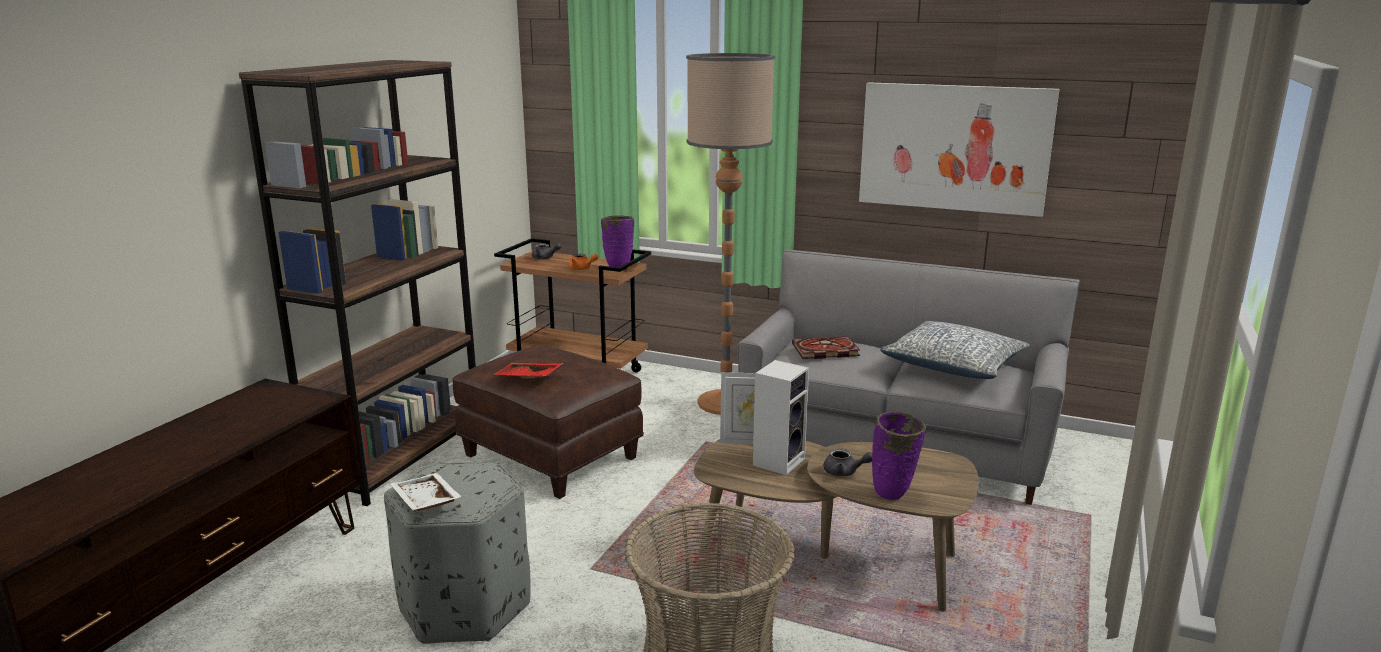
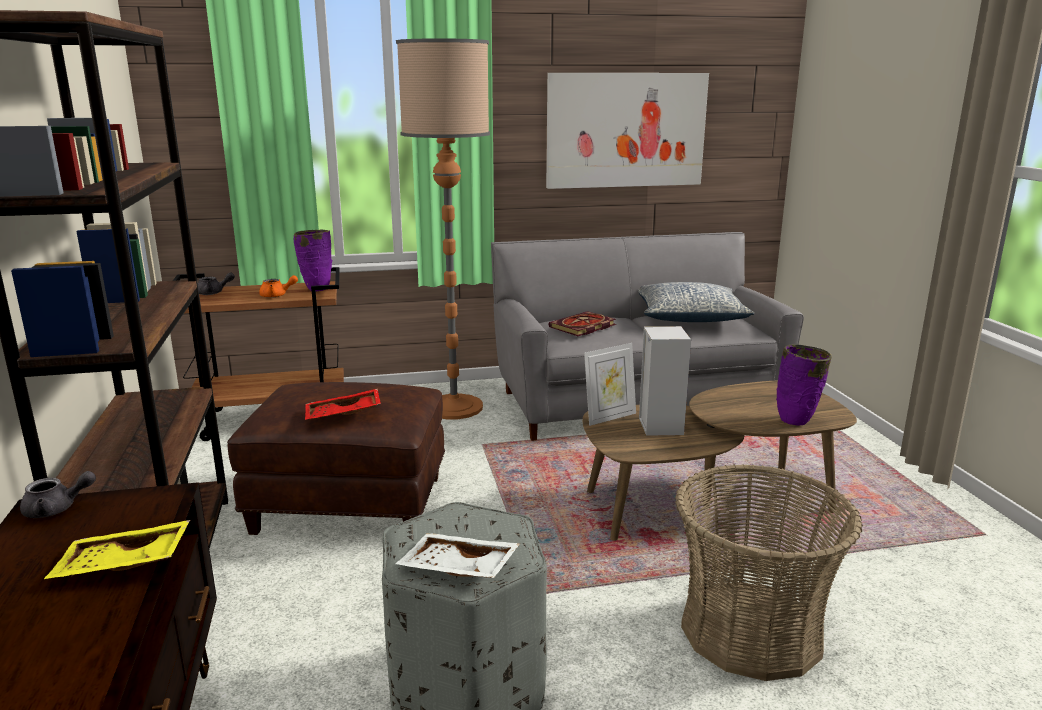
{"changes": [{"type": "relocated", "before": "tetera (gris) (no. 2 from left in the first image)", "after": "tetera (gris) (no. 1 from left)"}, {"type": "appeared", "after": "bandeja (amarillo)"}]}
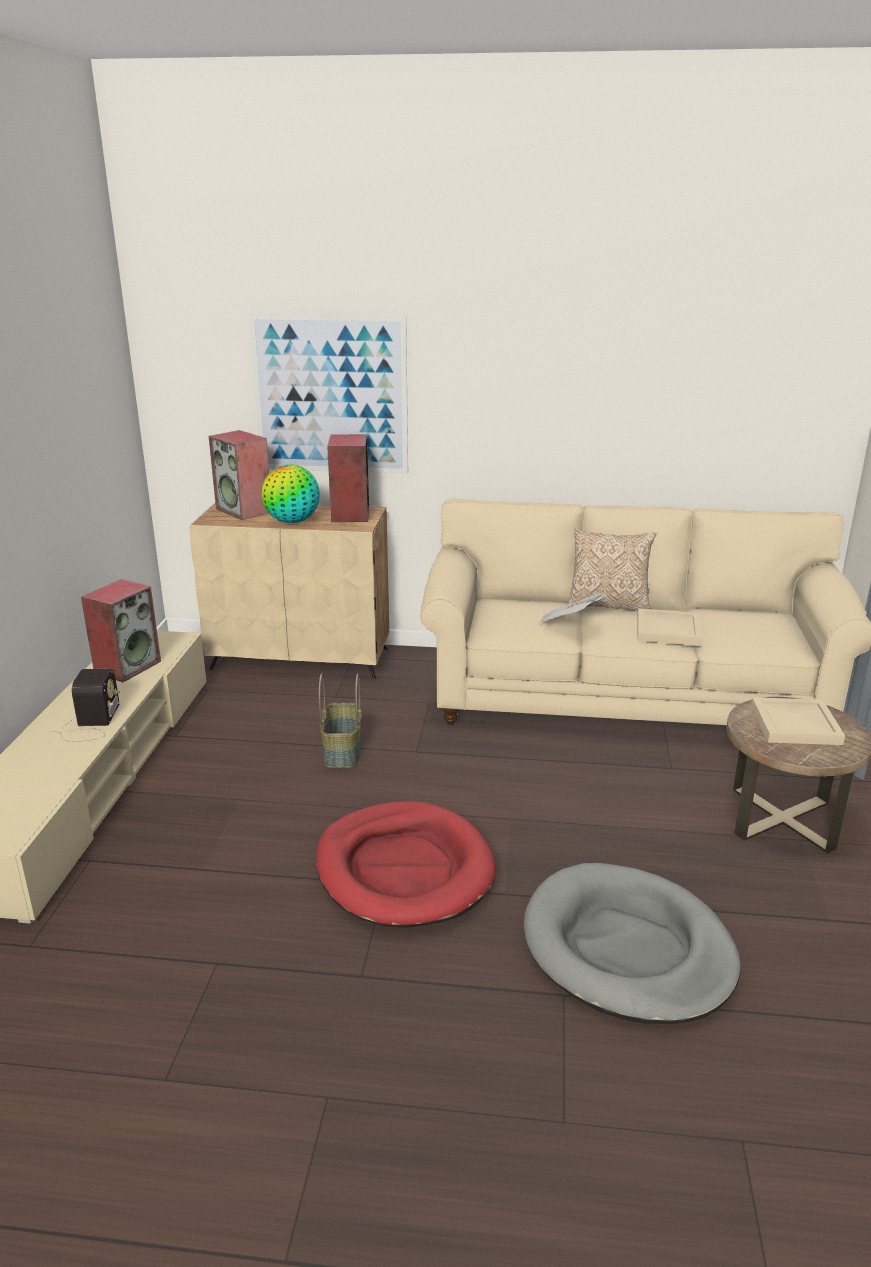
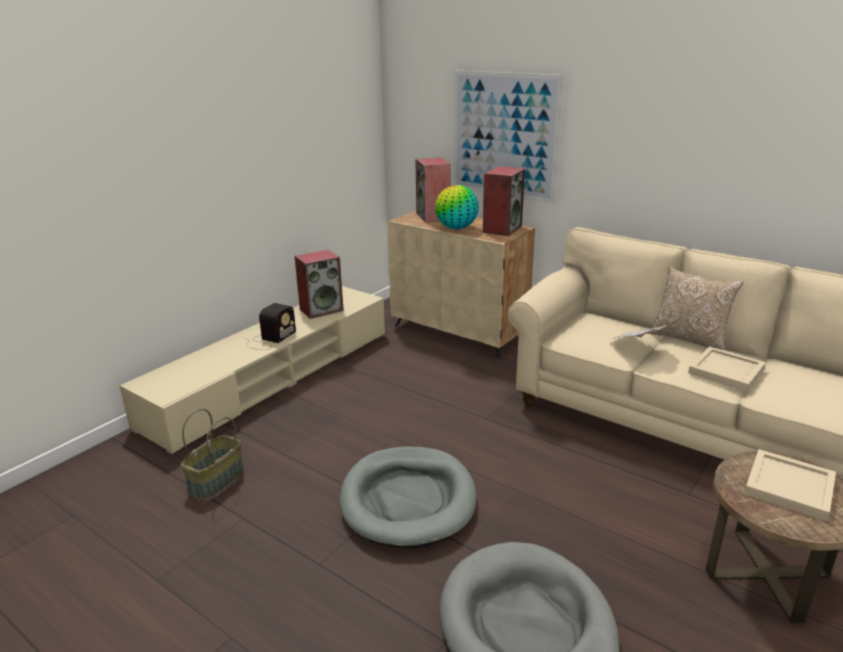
{"changes": [{"type": "relocated", "before": "cesta"}, {"type": "colour", "before": "cama para perro (rojo)", "after": "cama para perro (gris) (no. 1 from left)"}]}
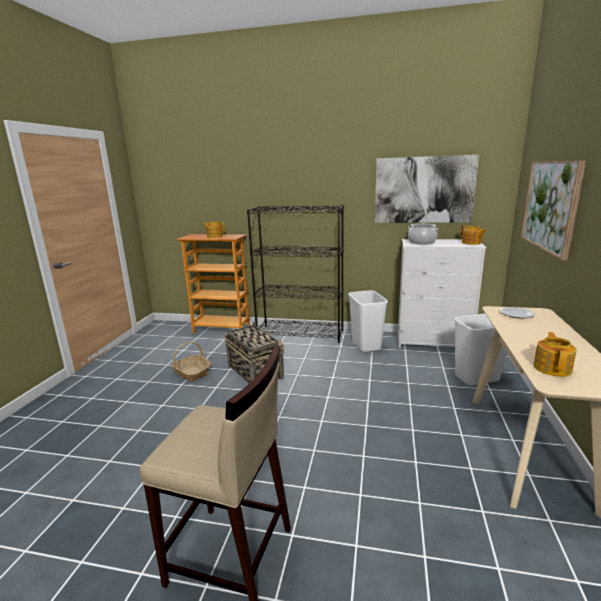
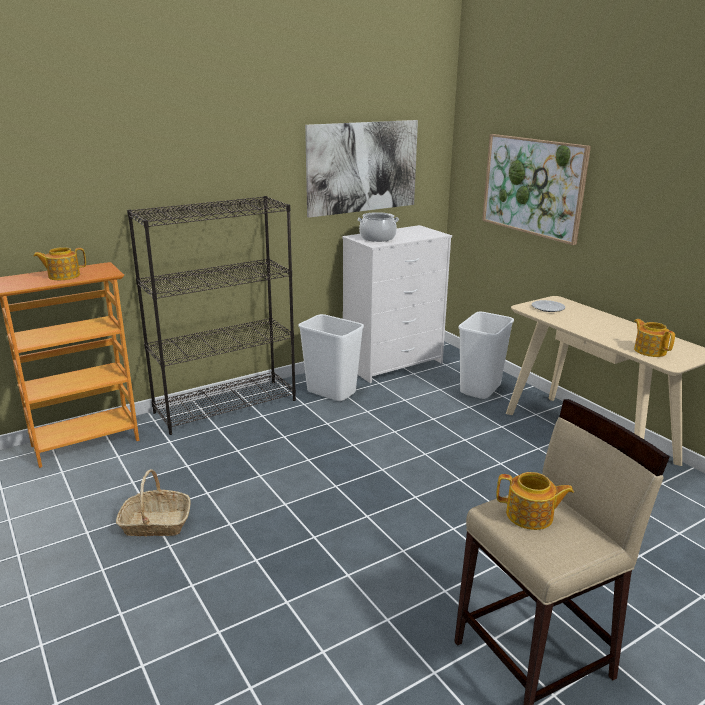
{"changes": [{"type": "relocated", "before": "tetera (no. 2 from left)"}, {"type": "missing", "before": "cesta (no. 2 from left)"}]}
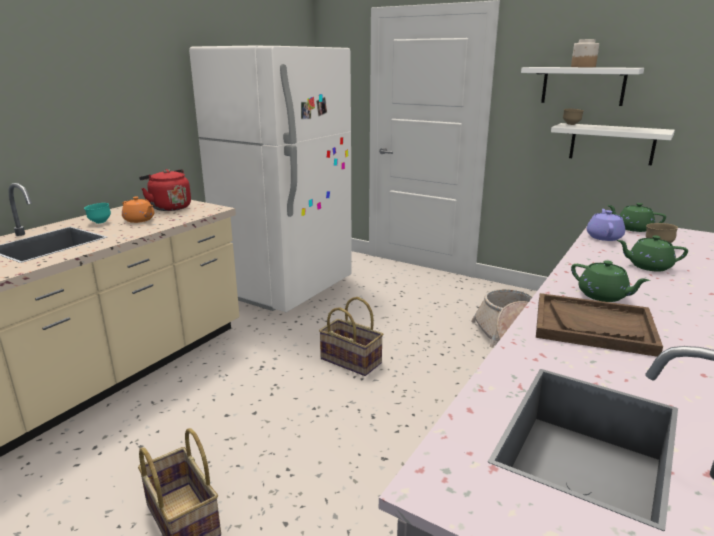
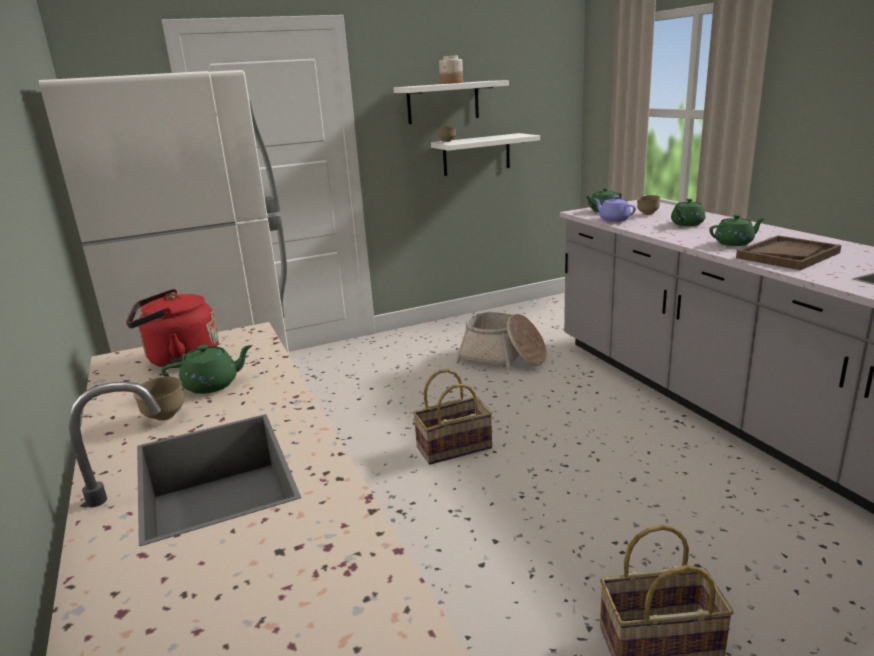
{"changes": [{"type": "colour", "before": "tetera (naranja)", "after": "tetera (verde) (no. 1 from left)"}, {"type": "colour", "before": "cuenco (turquesa)", "after": "cuenco (marrón) (no. 1 from left)"}]}
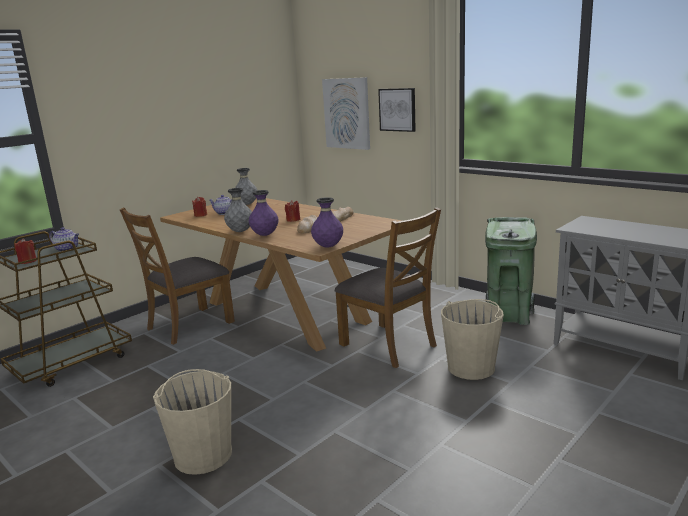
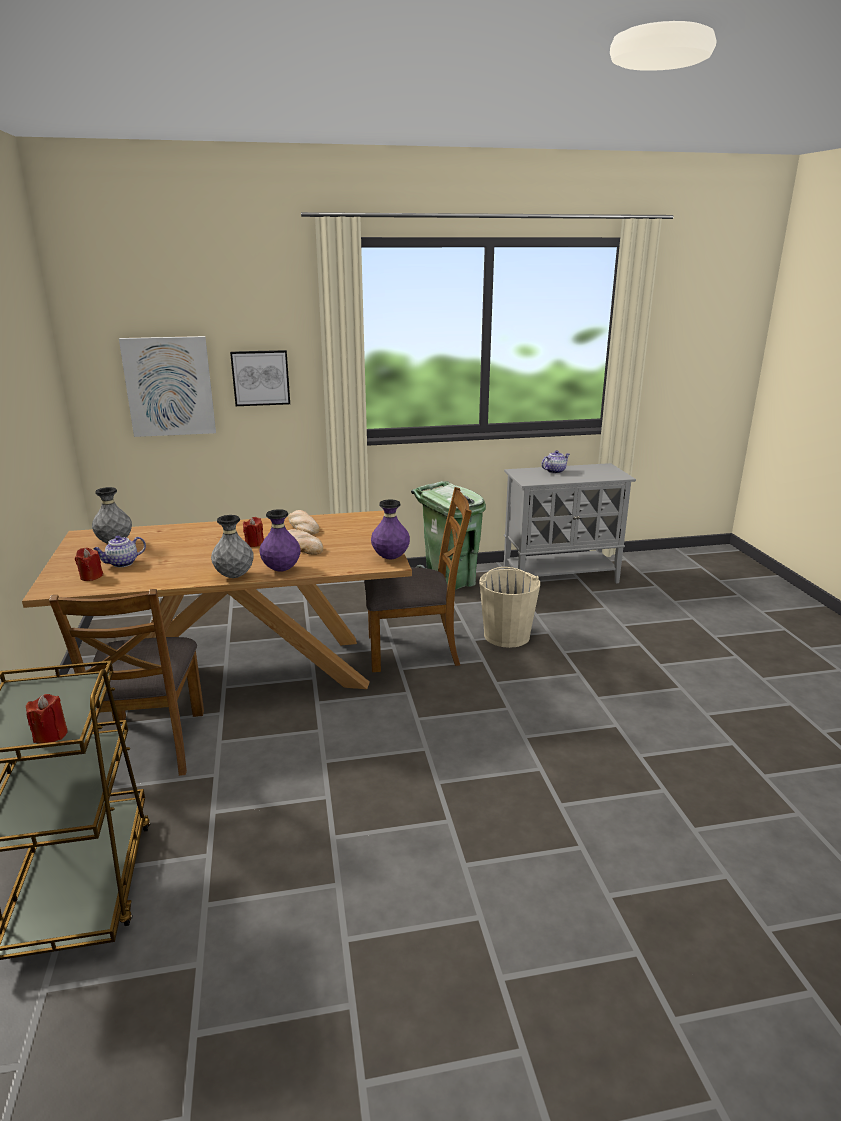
{"changes": [{"type": "relocated", "before": "tetera (no. 1 from left in the first image)", "after": "tetera (no. 2 from left)"}, {"type": "missing", "before": "cubo (beis) (no. 1 from left)"}]}
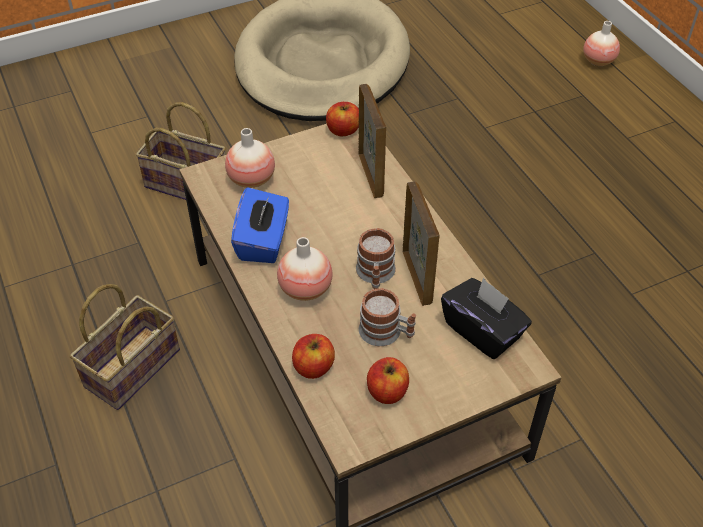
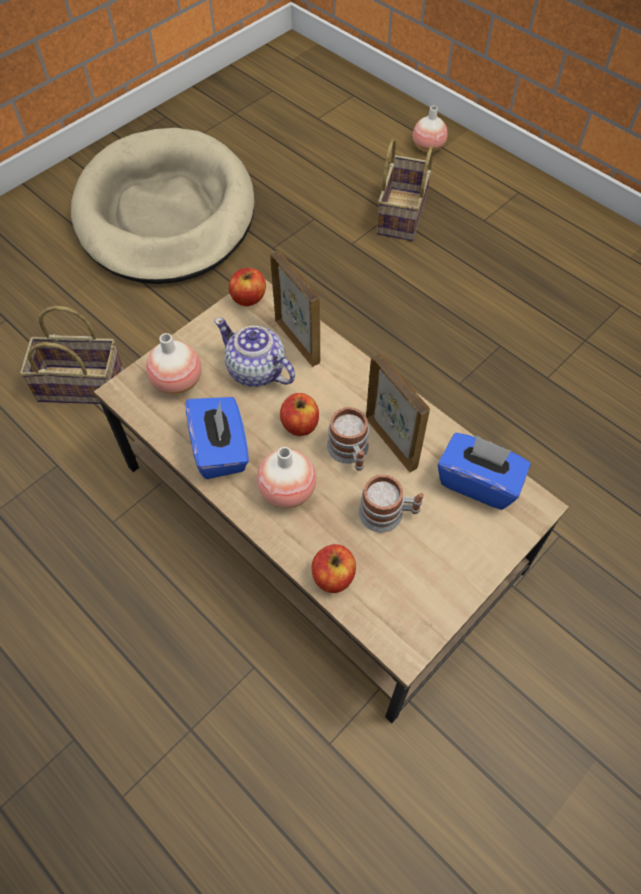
{"changes": [{"type": "colour", "before": "caja de pañuelos (negro)", "after": "caja de pañuelos (azul) (no. 2 from left)"}, {"type": "relocated", "before": "cesta (no. 1 from left in the first image)", "after": "cesta (no. 2 from left)"}, {"type": "relocated", "before": "manzana (no. 3 from left in the first image)", "after": "manzana (no. 2 from left)"}, {"type": "appeared", "after": "tetera"}]}
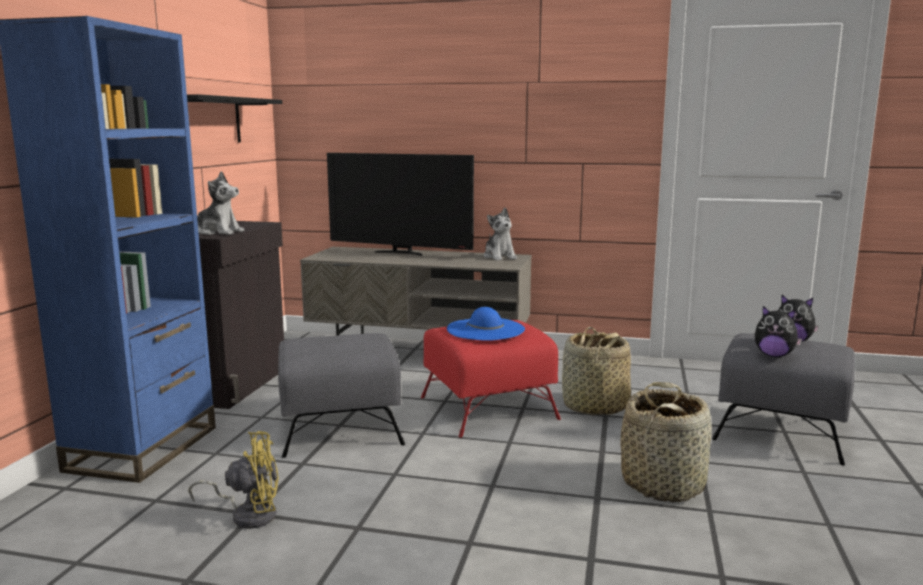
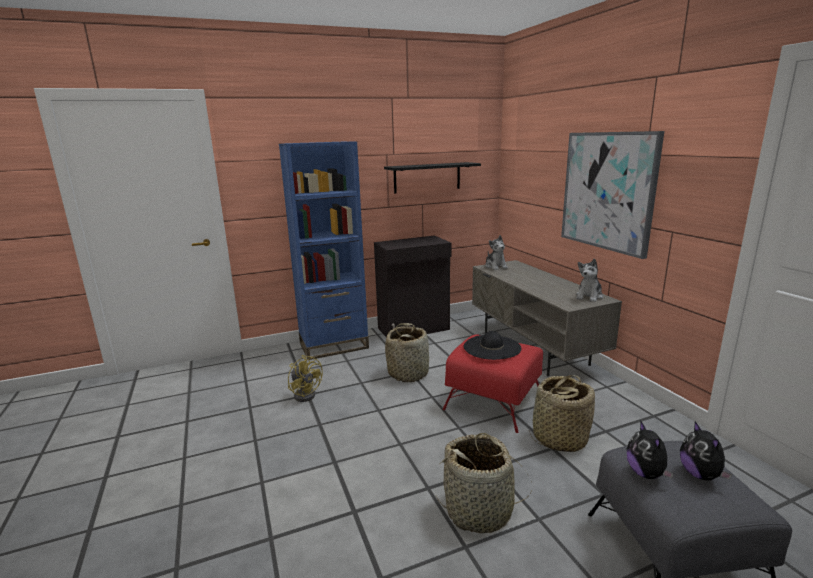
{"changes": [{"type": "missing", "before": "televisor"}, {"type": "relocated", "before": "peluche (no. 1 from left)"}, {"type": "colour", "before": "sombrero (azul)", "after": "sombrero (negro)"}, {"type": "exchanged", "before": "puf (gris) (no. 1 from left)", "after": "cesta (no. 1 from left)"}, {"type": "appeared", "after": "cuadro"}]}
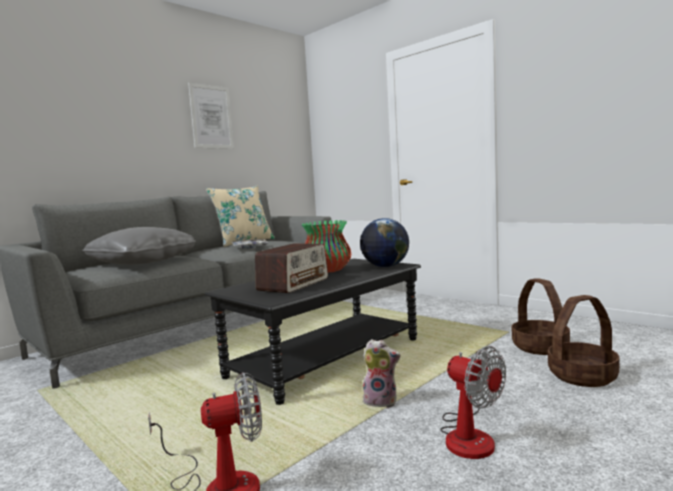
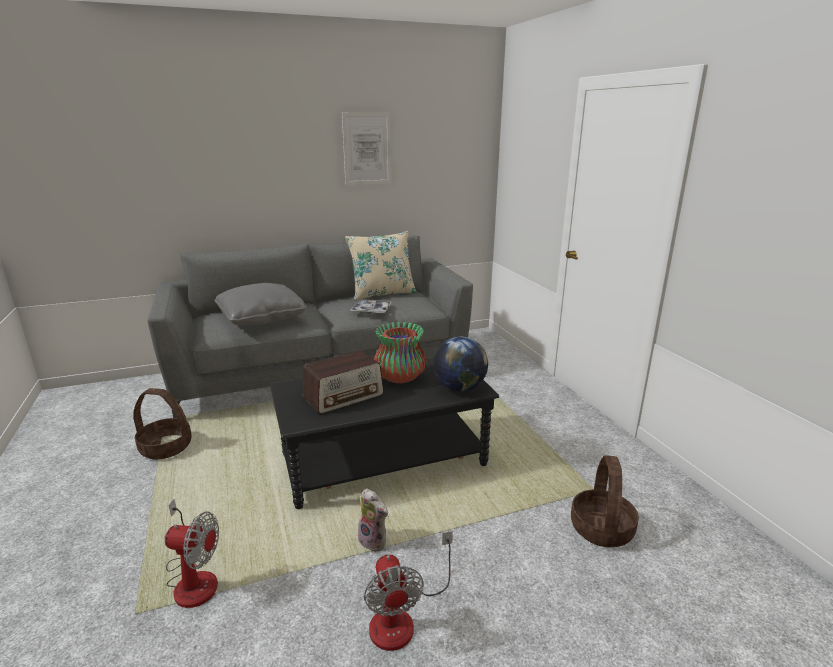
{"changes": [{"type": "relocated", "before": "cesta (no. 2 from left in the first image)", "after": "cesta (no. 1 from left)"}]}
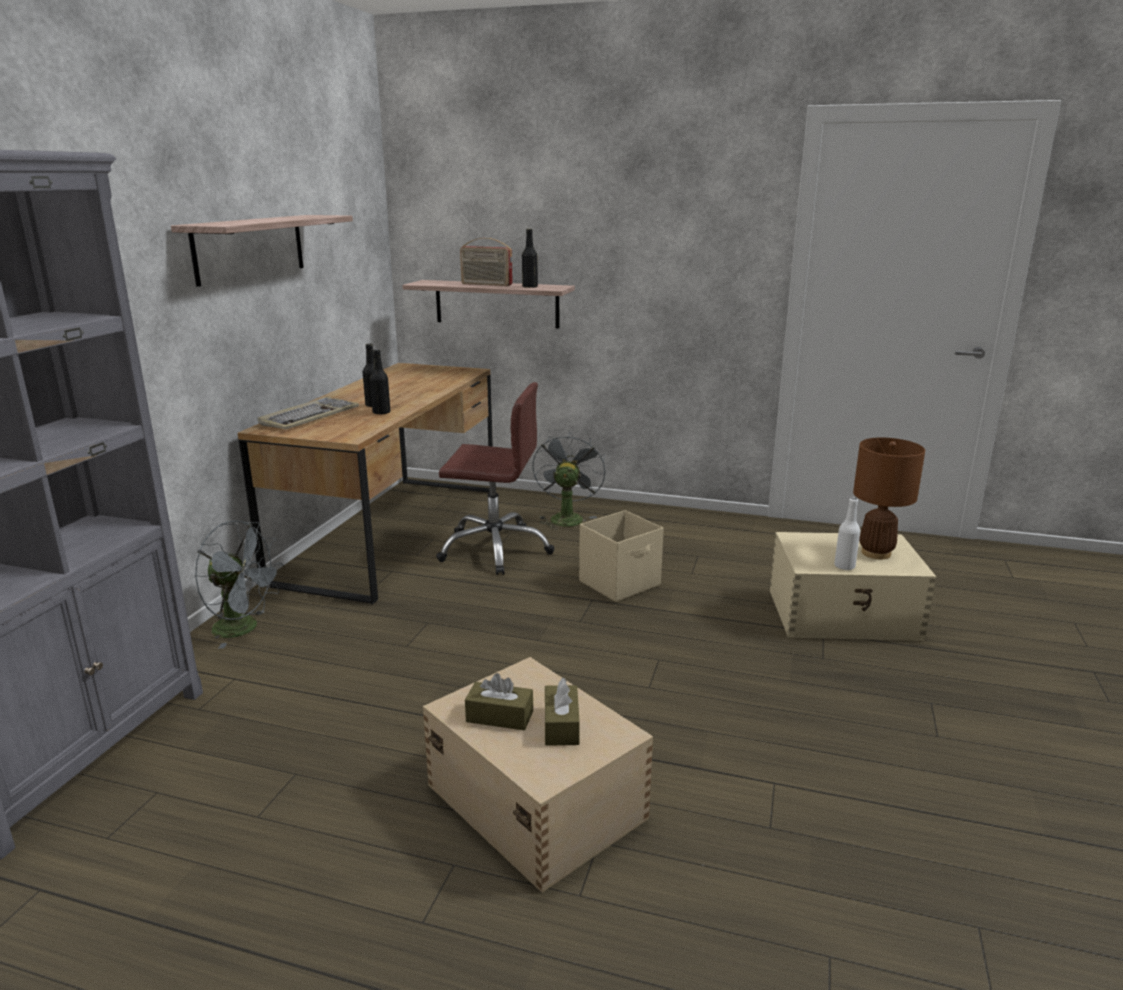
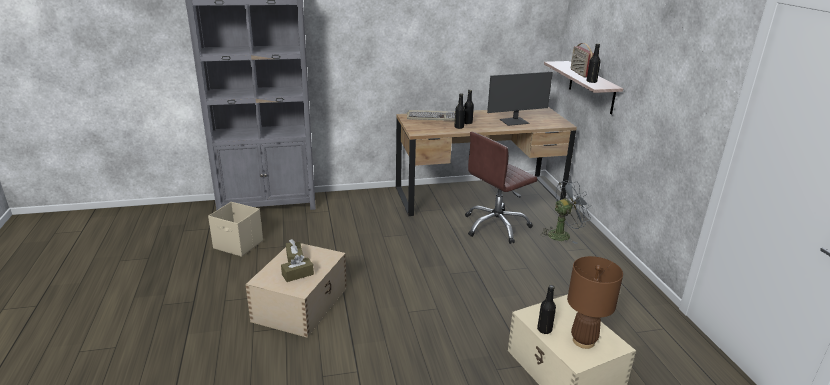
{"changes": [{"type": "missing", "before": "estante (no. 1 from left)"}, {"type": "spun", "before": "silla de oficina (marrón)", "turn": 75}, {"type": "colour", "before": "botella (blanco)", "after": "botella (negro) (no. 3 from left)"}, {"type": "relocated", "before": "caja de almacenaje (beis) (no. 2 from left in the first image)", "after": "caja de almacenaje (beis) (no. 1 from left)"}, {"type": "missing", "before": "ventilador (gris) (no. 1 from left)"}, {"type": "appeared", "after": "monitor"}]}
